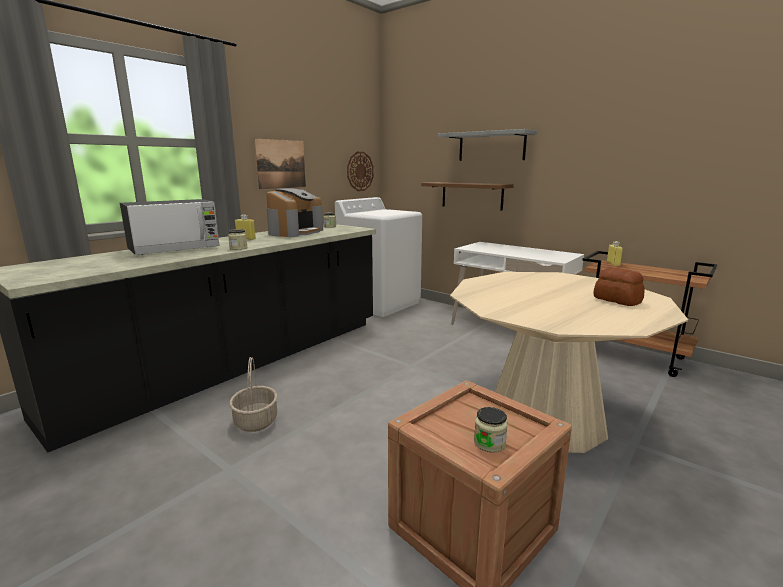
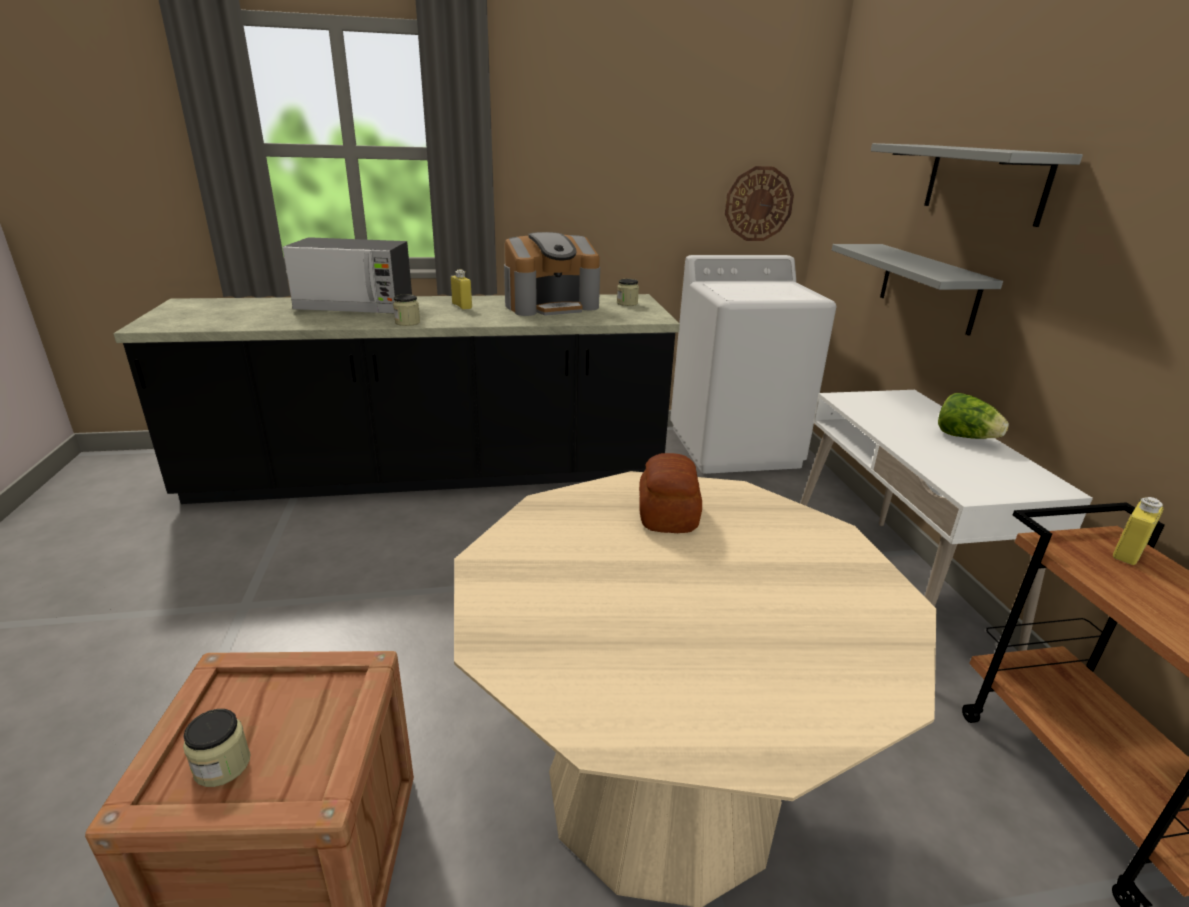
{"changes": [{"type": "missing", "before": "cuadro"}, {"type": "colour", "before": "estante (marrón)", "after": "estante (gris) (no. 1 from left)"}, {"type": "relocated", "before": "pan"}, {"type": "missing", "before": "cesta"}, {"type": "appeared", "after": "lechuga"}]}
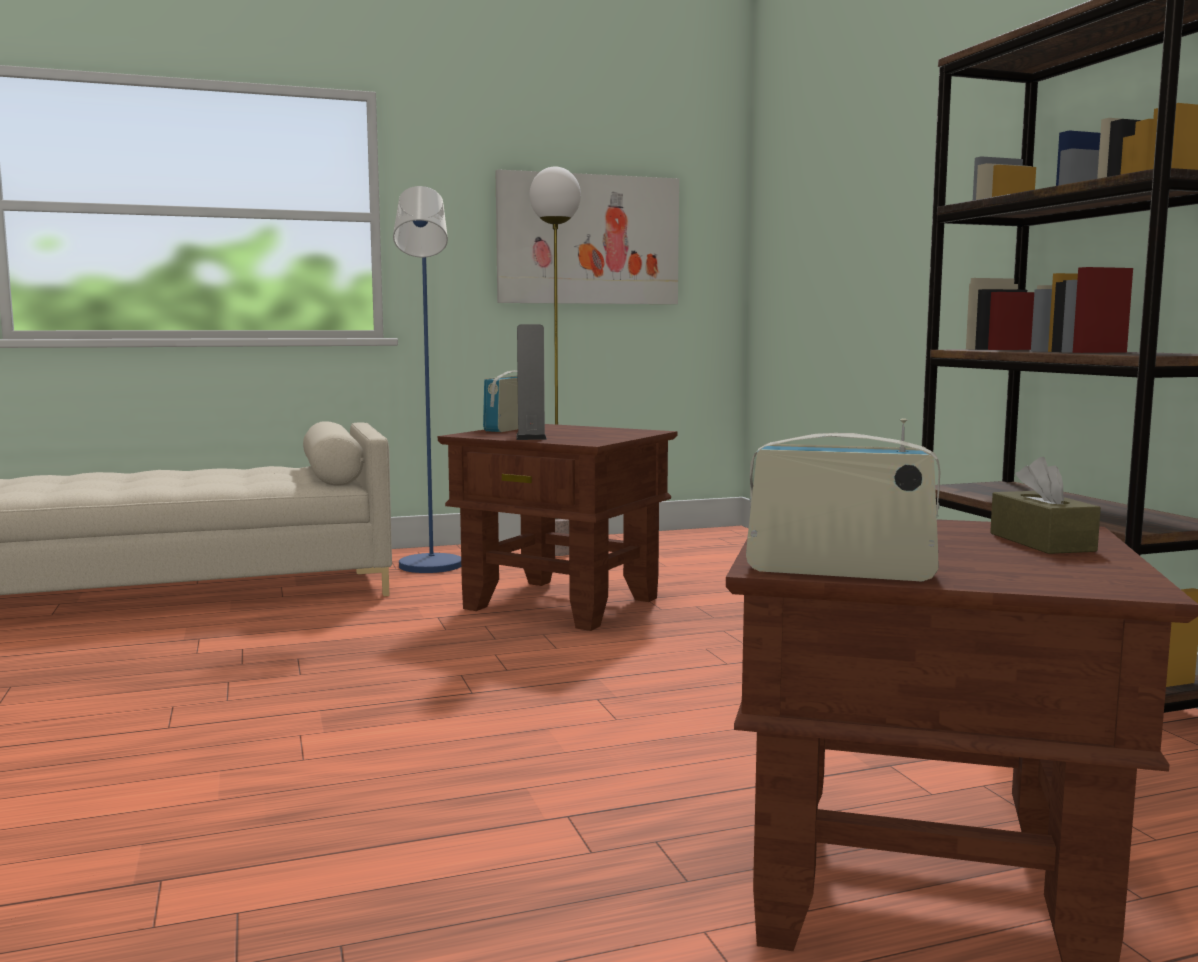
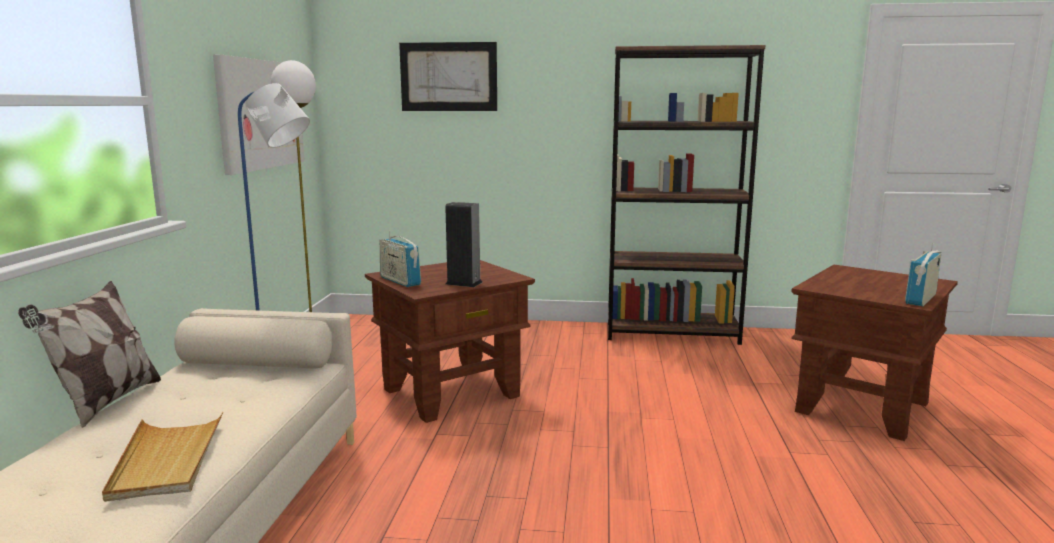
{"changes": [{"type": "missing", "before": "caja de pañuelos (marrón)"}, {"type": "appeared", "after": "cuadro (no. 2 from left)"}, {"type": "appeared", "after": "cojín"}, {"type": "appeared", "after": "bandeja (beis)"}]}
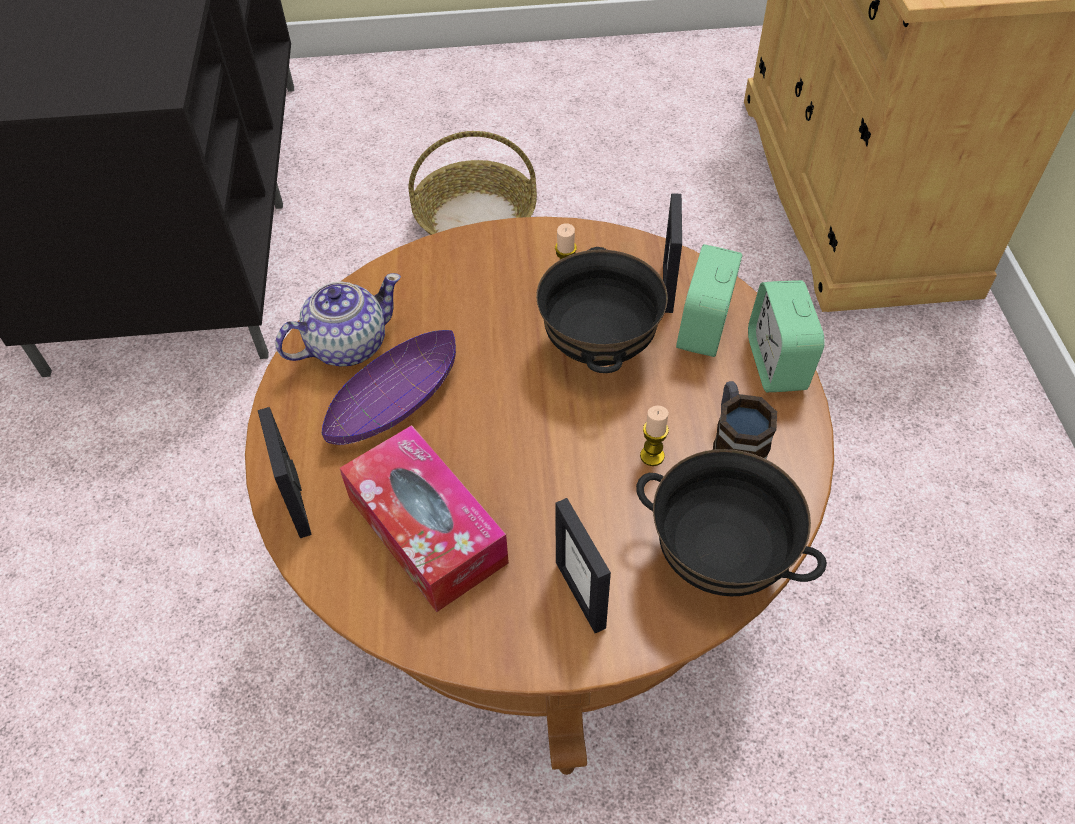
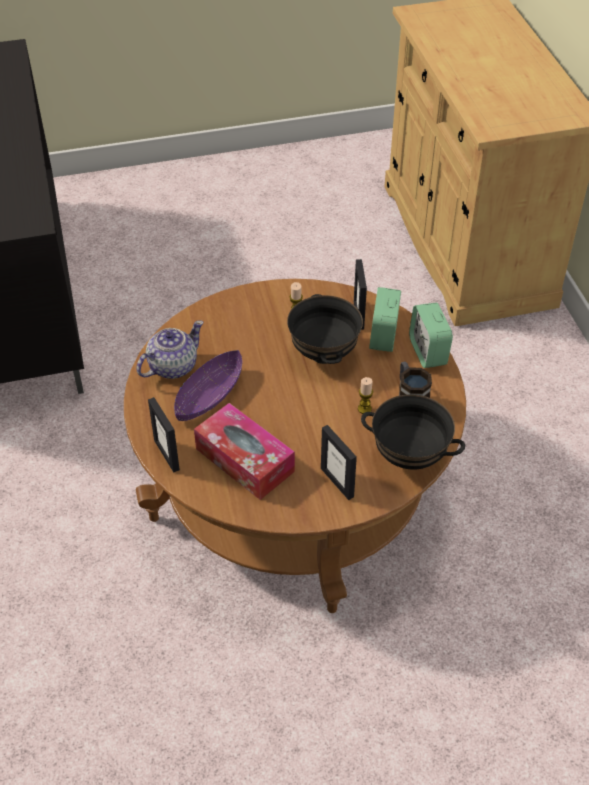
{"changes": [{"type": "missing", "before": "cesta"}]}
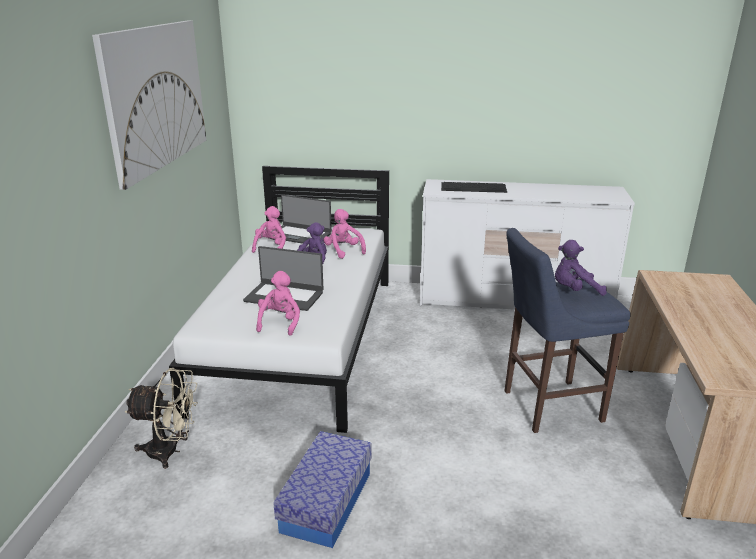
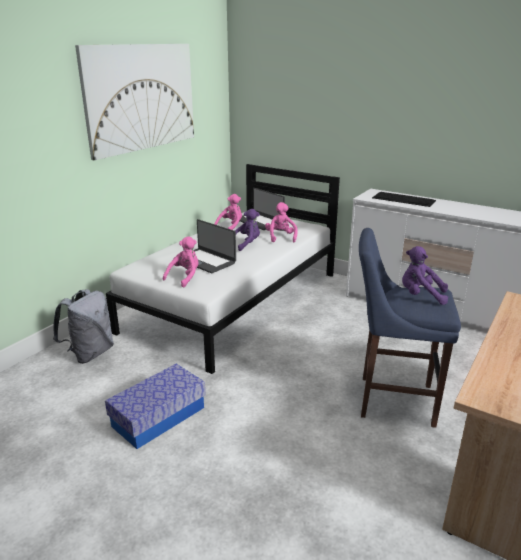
{"changes": [{"type": "exchanged", "before": "ventilador (beis)", "after": "mochila (gris)"}]}
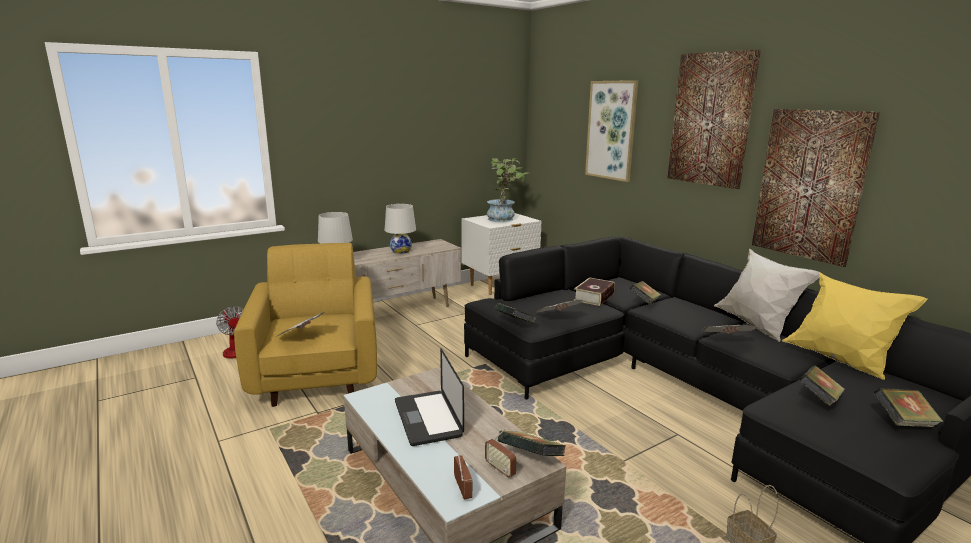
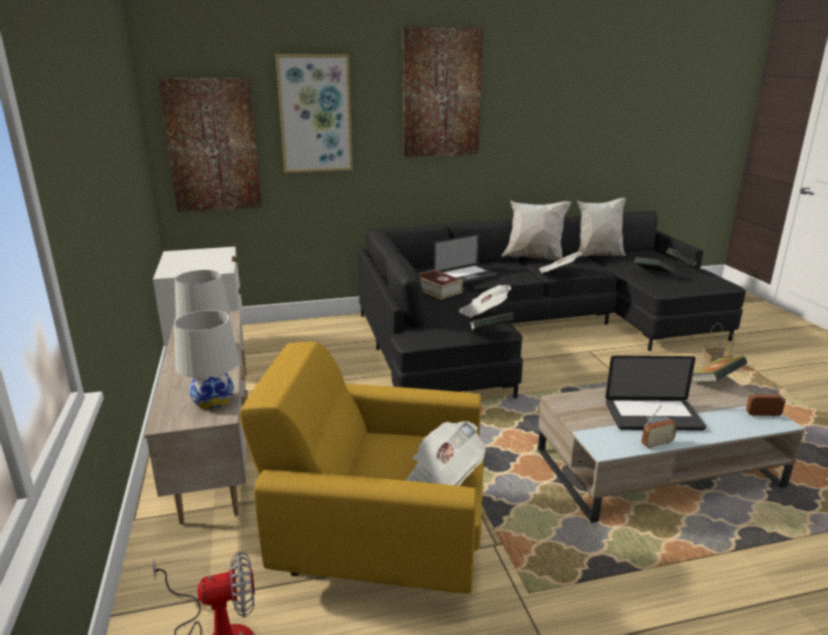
{"changes": [{"type": "relocated", "before": "cuadro (no. 3 from left in the first image)", "after": "cuadro (no. 1 from left)"}, {"type": "missing", "before": "planta en maceta"}, {"type": "colour", "before": "cojín (amarillo)", "after": "cojín (blanco) (no. 2 from left)"}, {"type": "exchanged", "before": "libro (no. 4 from left)", "after": "portátil (no. 1 from left)"}, {"type": "relocated", "before": "radio (no. 2 from left in the first image)", "after": "radio (no. 1 from left)"}]}
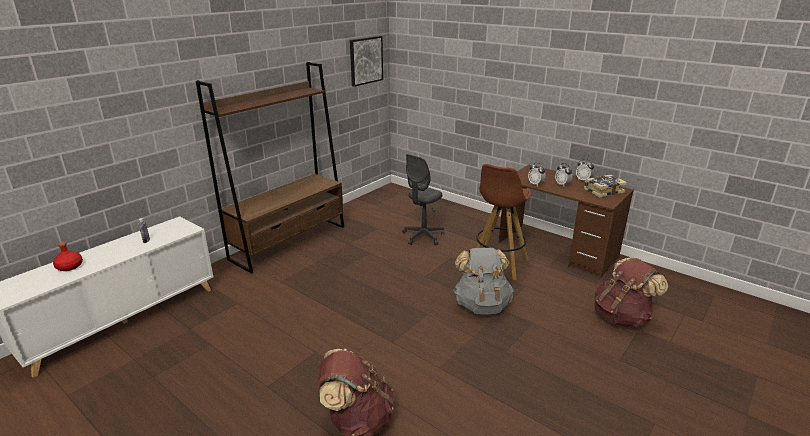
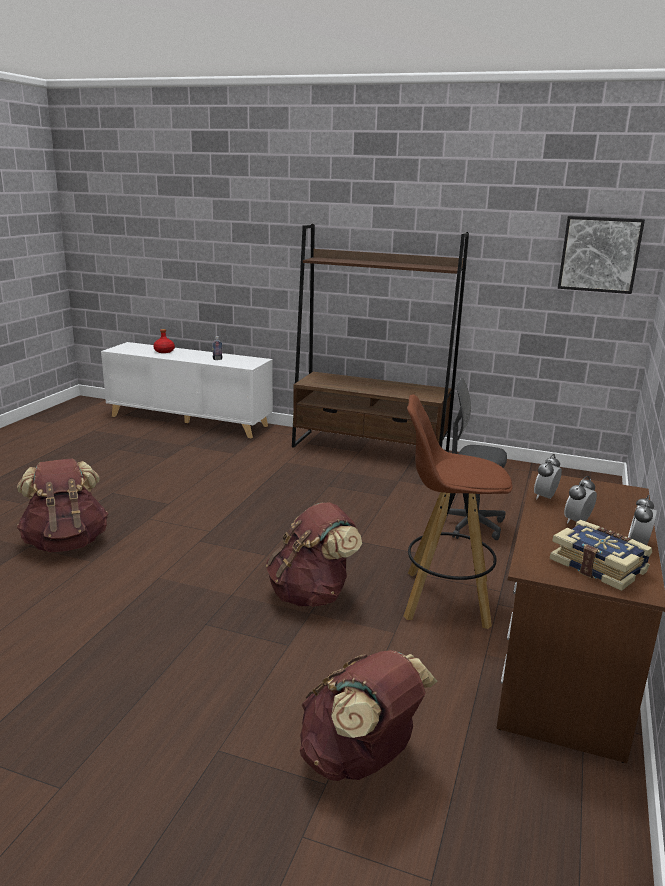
{"changes": [{"type": "colour", "before": "mochila (gris)", "after": "mochila (marrón) (no. 2 from left)"}]}
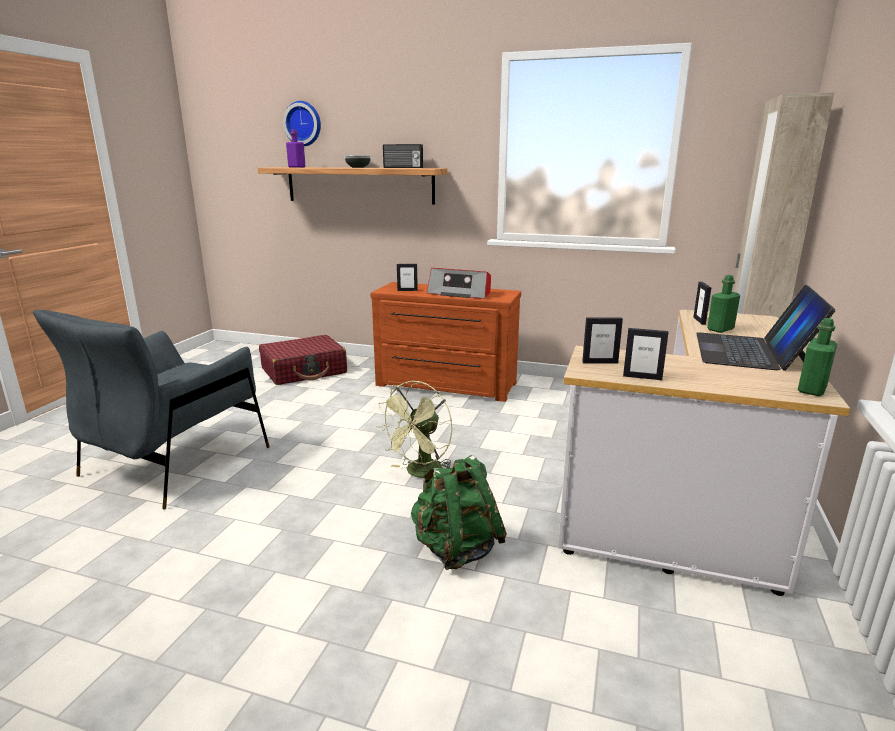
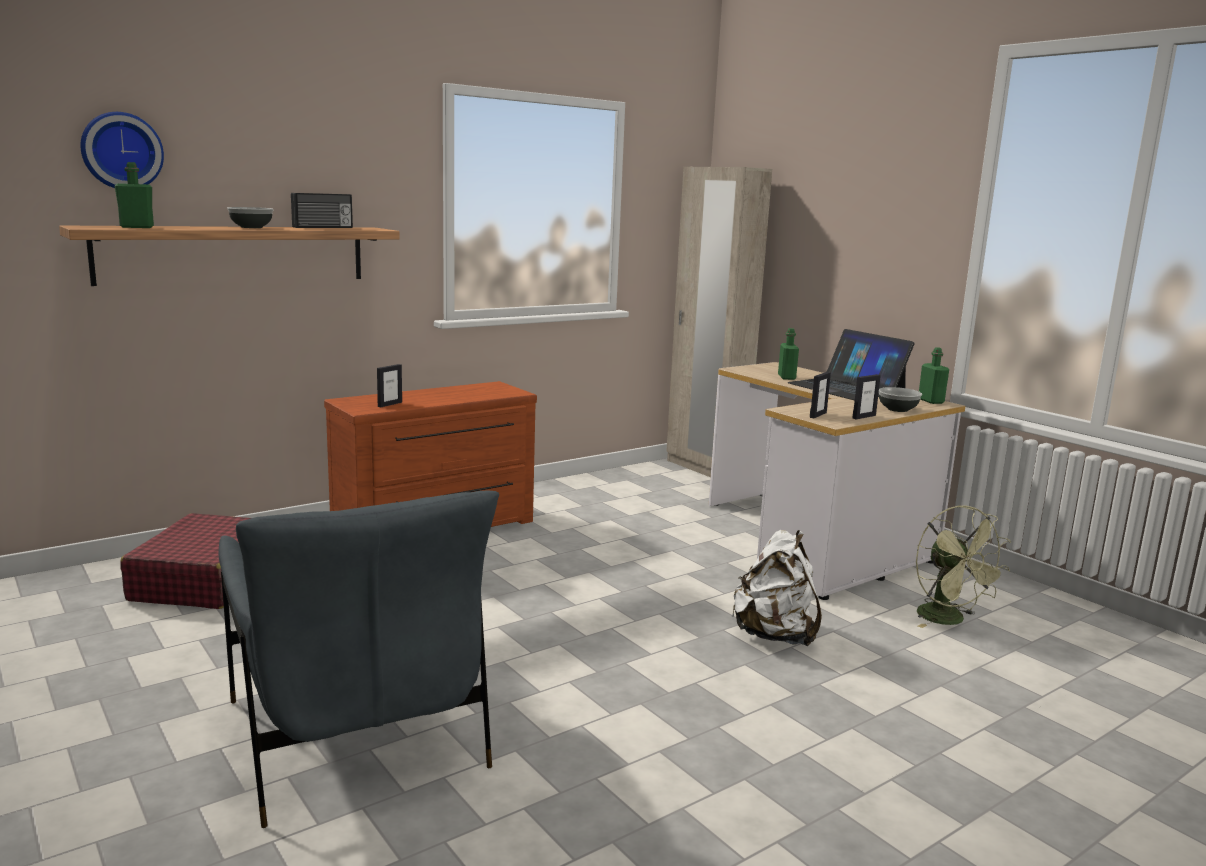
{"changes": [{"type": "colour", "before": "botella (morado)", "after": "botella (verde) (no. 1 from left)"}, {"type": "missing", "before": "radio (no. 2 from left)"}, {"type": "missing", "before": "portarretratos (no. 4 from left)"}, {"type": "relocated", "before": "ventilador (verde)"}, {"type": "colour", "before": "mochila (verde)", "after": "mochila (blanco)"}, {"type": "appeared", "after": "cuenco (no. 2 from left)"}]}
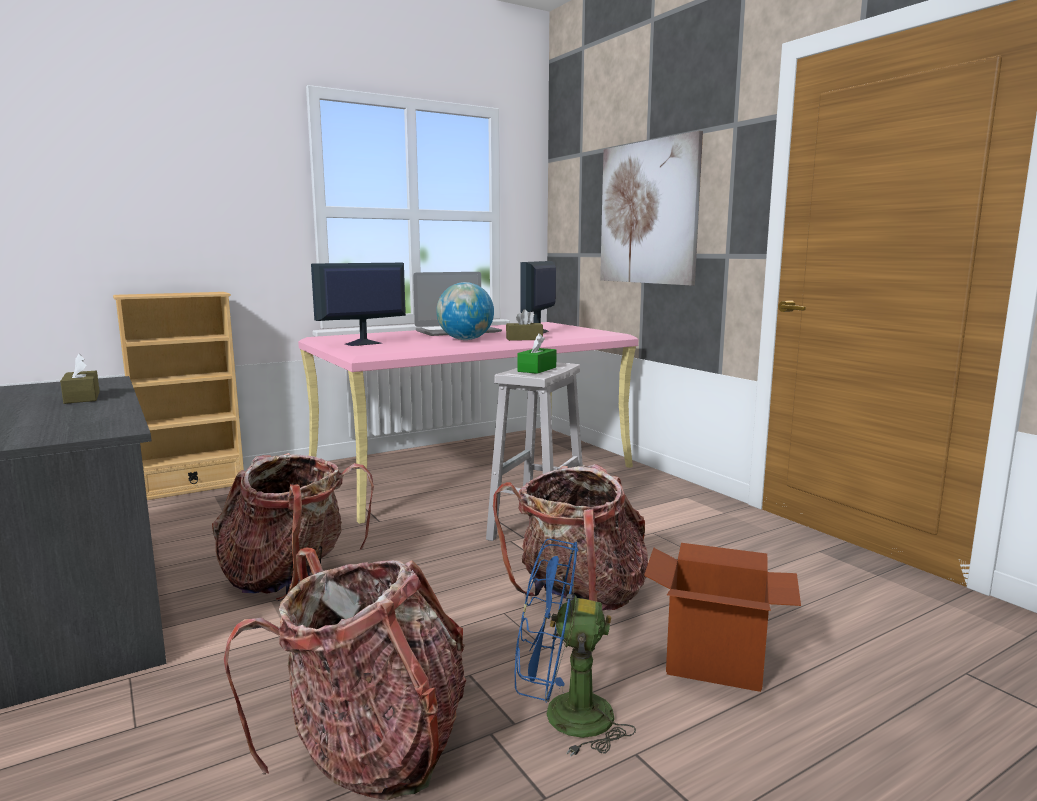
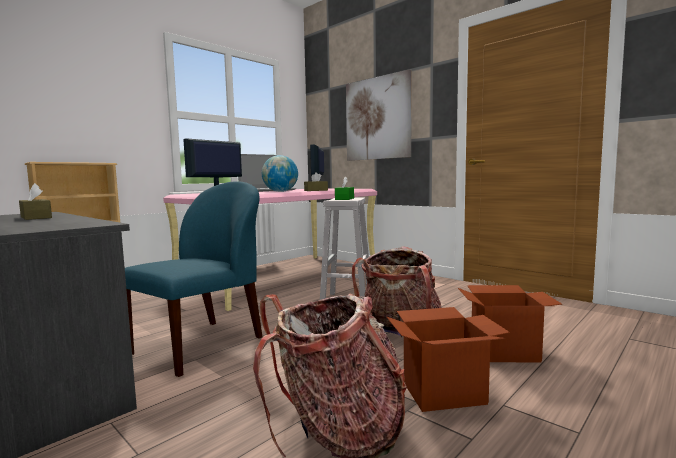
{"changes": [{"type": "exchanged", "before": "mochila (no. 1 from left)", "after": "silla (azul)"}, {"type": "exchanged", "before": "ventilador (azul)", "after": "caja de cartón (no. 1 from left)"}]}
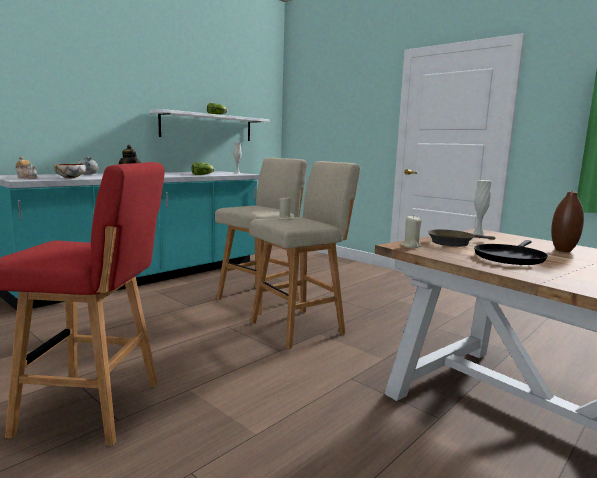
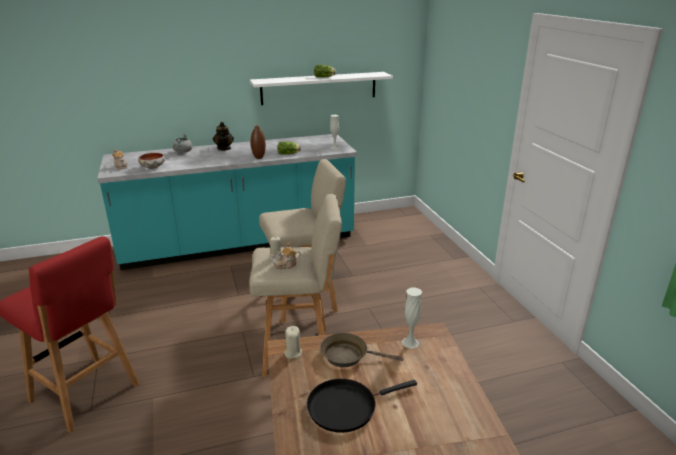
{"changes": [{"type": "relocated", "before": "florero (marrón)"}, {"type": "appeared", "after": "tetera (no. 3 from left)"}]}
